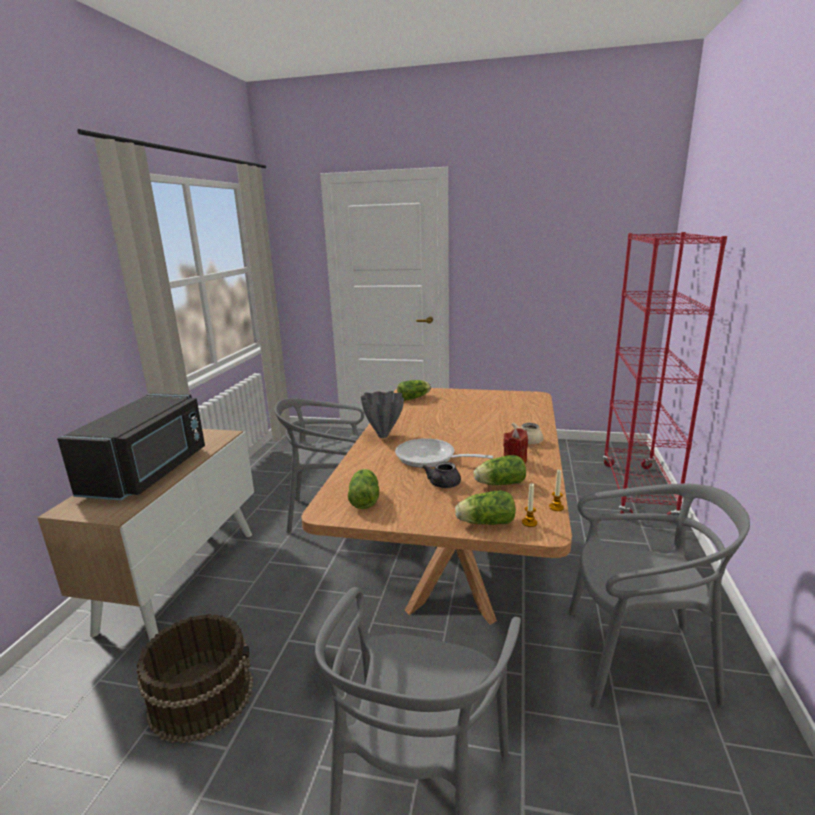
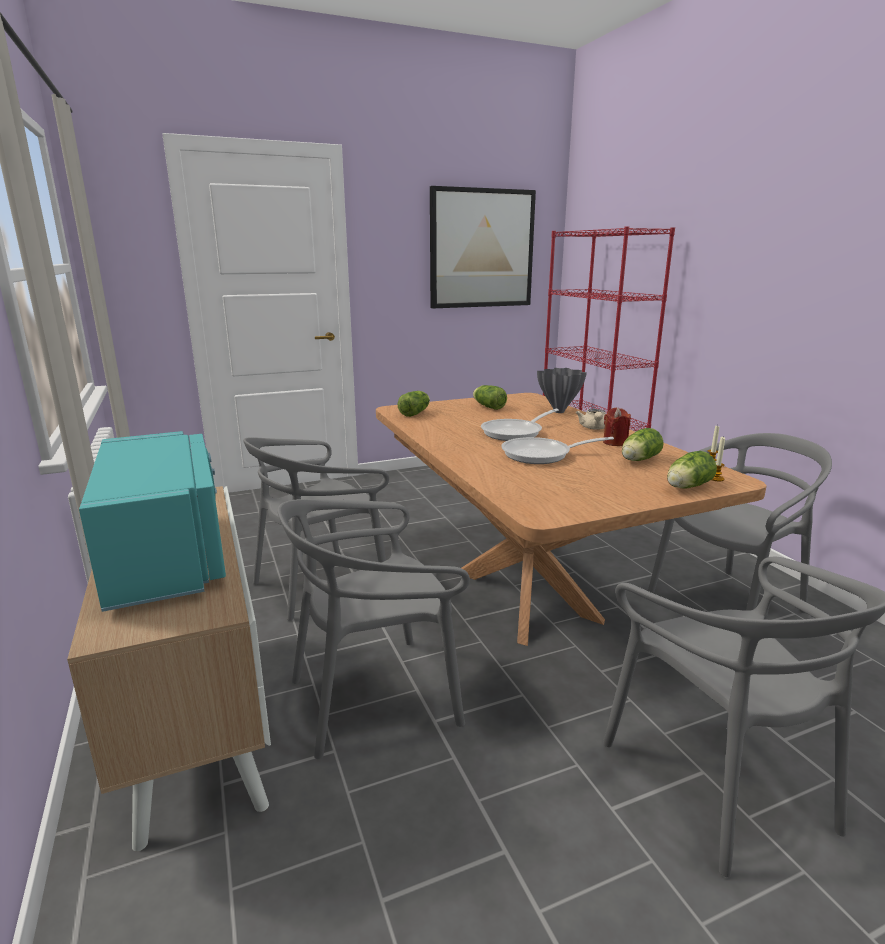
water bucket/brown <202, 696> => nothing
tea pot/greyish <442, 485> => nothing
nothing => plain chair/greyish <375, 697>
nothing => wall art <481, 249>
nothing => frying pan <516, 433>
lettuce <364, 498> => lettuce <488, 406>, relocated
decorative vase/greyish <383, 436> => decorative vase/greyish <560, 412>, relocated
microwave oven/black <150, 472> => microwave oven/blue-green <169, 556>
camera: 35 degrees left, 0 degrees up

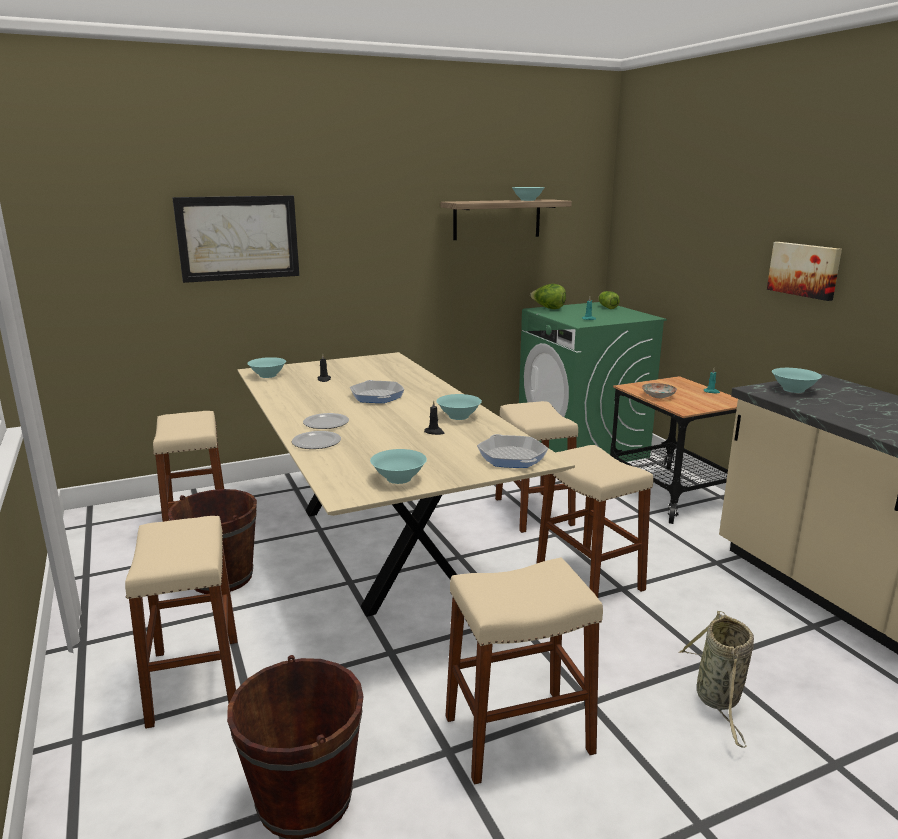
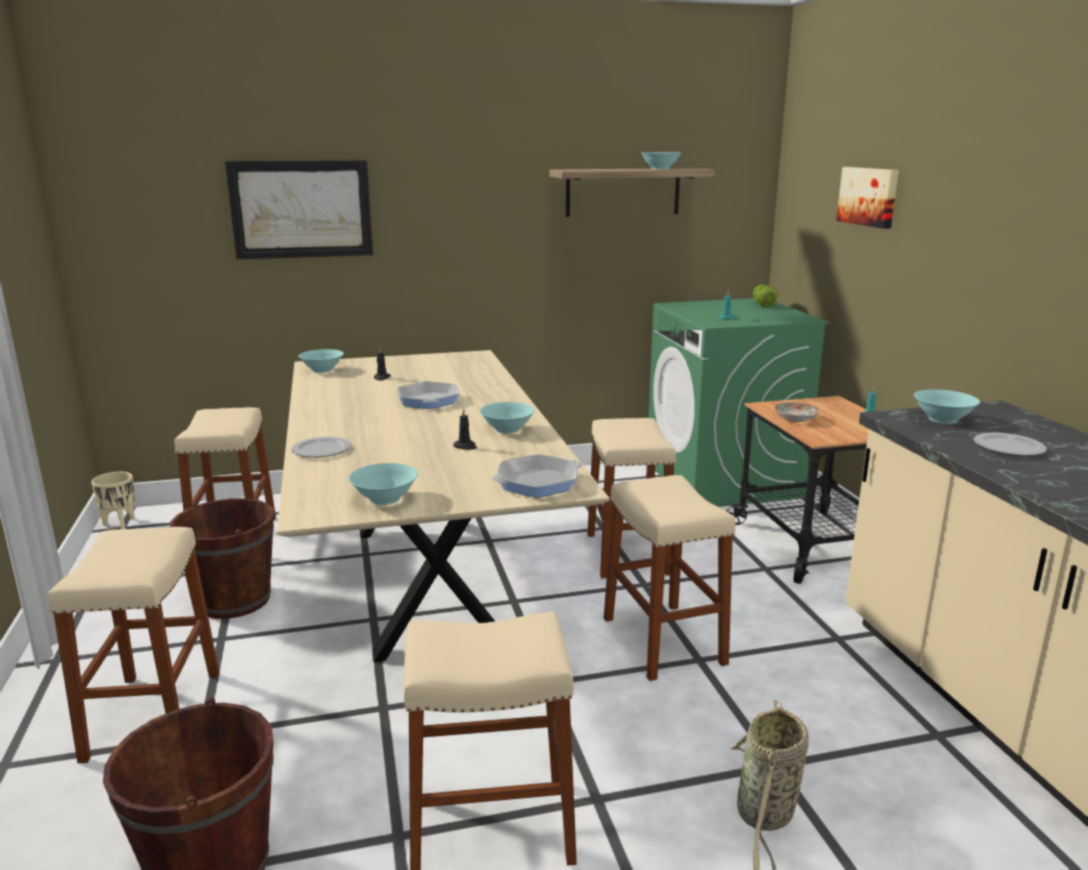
lettuce <548, 308> => nothing
nothing => flower pot/sand-coloured <121, 524>
plate <325, 423> => plate <1007, 447>, relocated
wall art <804, 270> => wall art <869, 196>, relocated
frying pan <512, 457> => frying pan <537, 482>, 75 degrees clockwise
camera: 10 degrees right, 0 degrees up

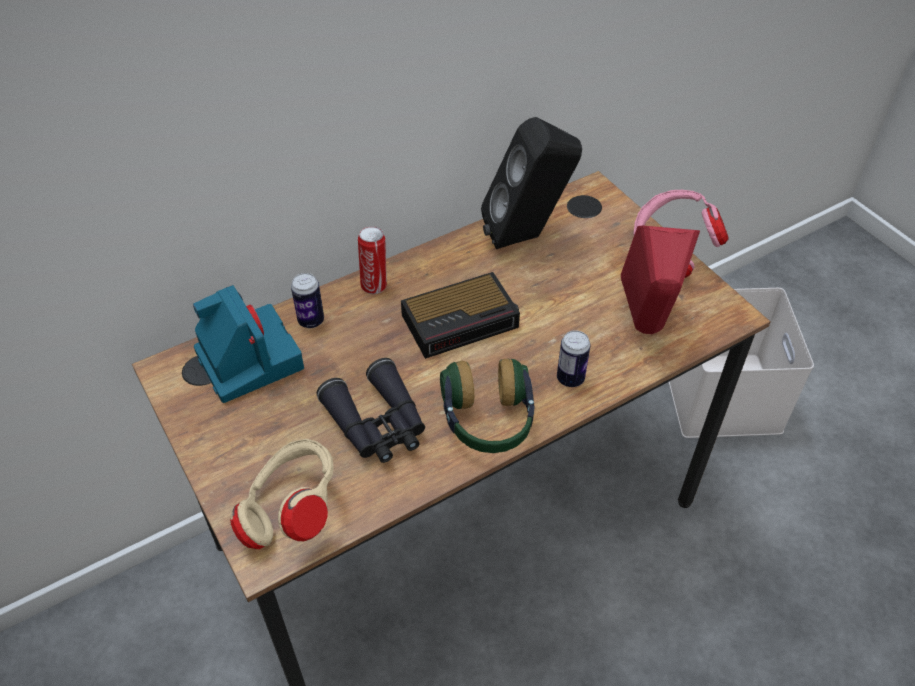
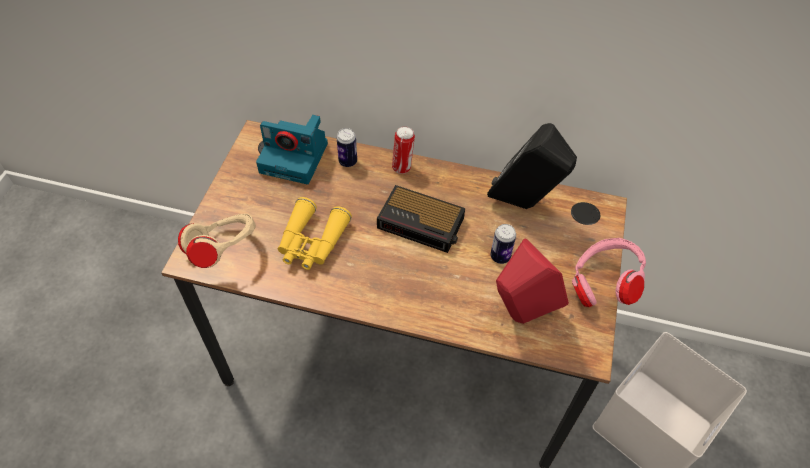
headphones <488, 421> => nothing
metal can <570, 379> => metal can <500, 257>, relocated
field glasses/black <378, 424> => field glasses/yellowish <311, 242>
still camera <247, 358> => still camera <295, 157>, 90 degrees clockwise
camera: 45 degrees right, 5 degrees up

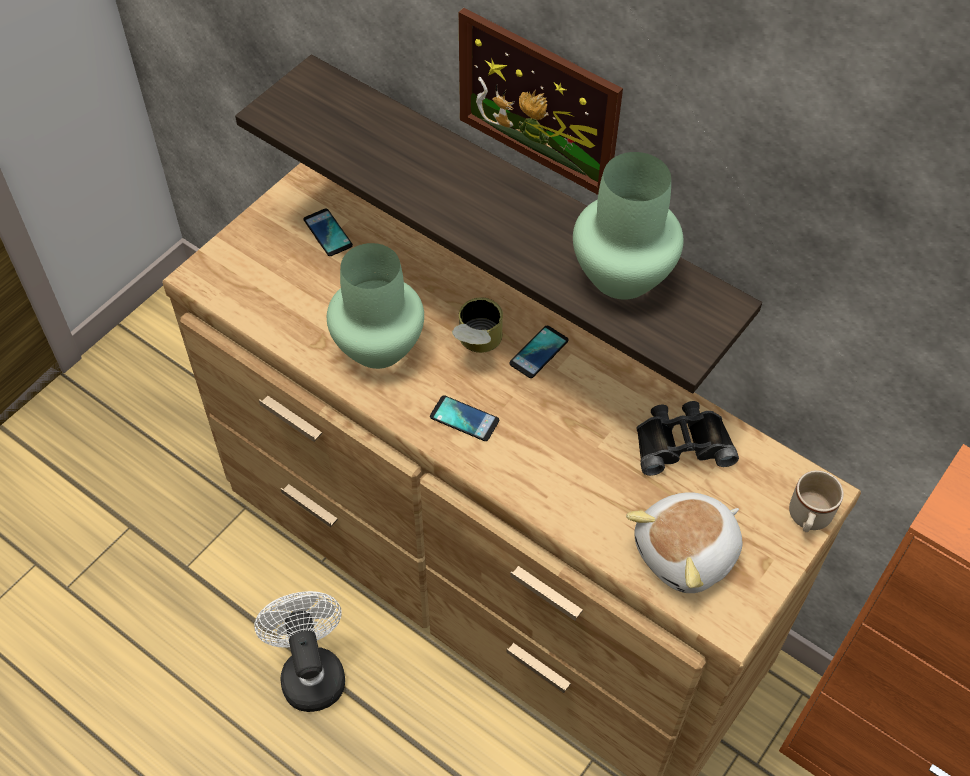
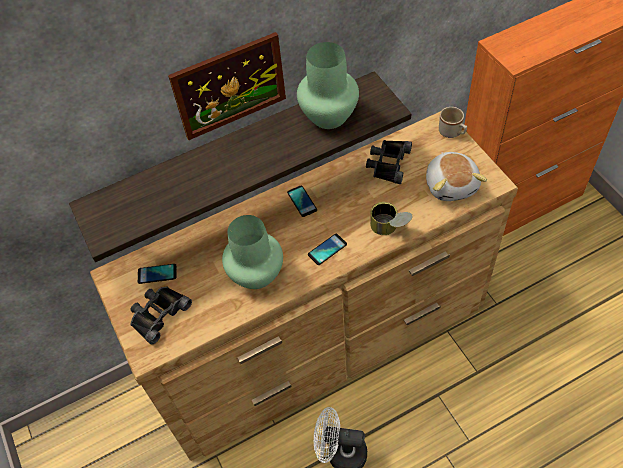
nothing => field glasses/black <158, 314>
metal can <476, 345> => metal can <390, 228>, relocated
camera: 60 degrees left, 0 degrees up

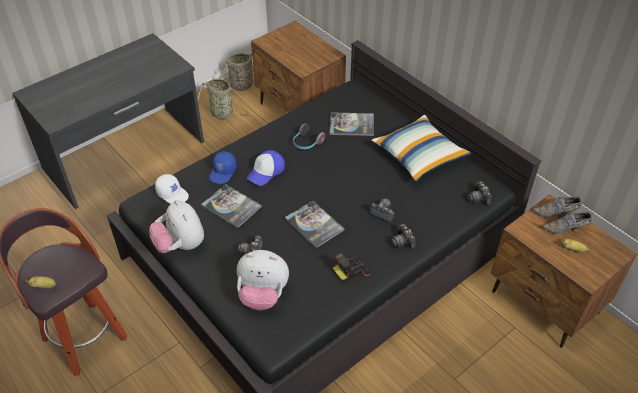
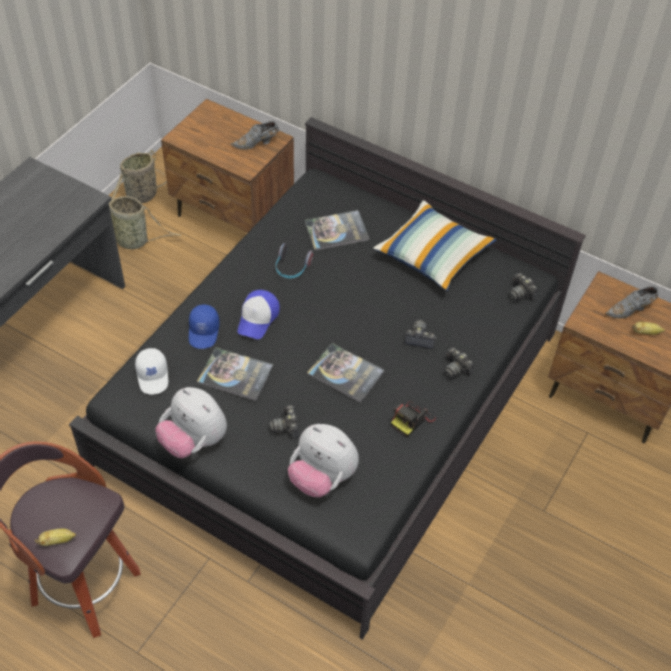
item of footwear/greyish <556, 213> => item of footwear/greyish <257, 144>, relocated
cap/whitish <173, 194> => cap/whitish <153, 376>, 60 degrees clockwise
cuddly toy <263, 295> => cuddly toy <322, 477>, 45 degrees clockwise
camera: 20 degrees left, 5 degrees up

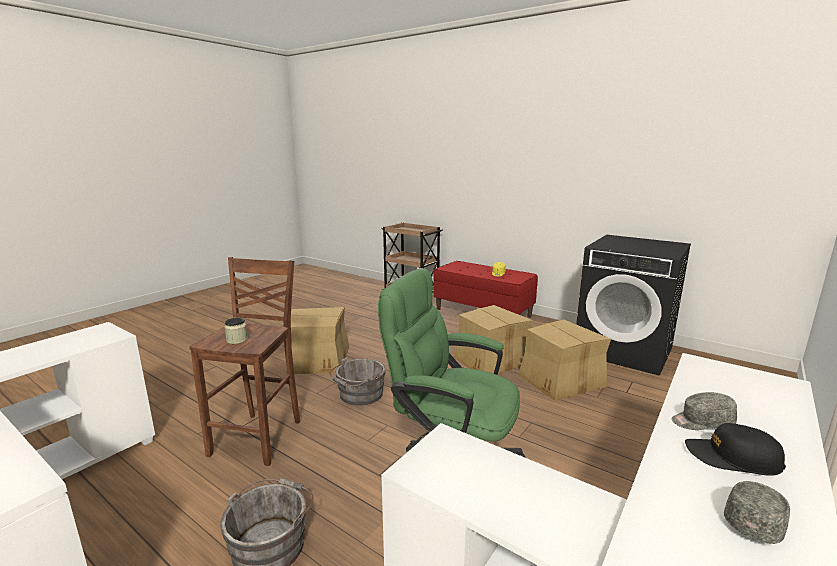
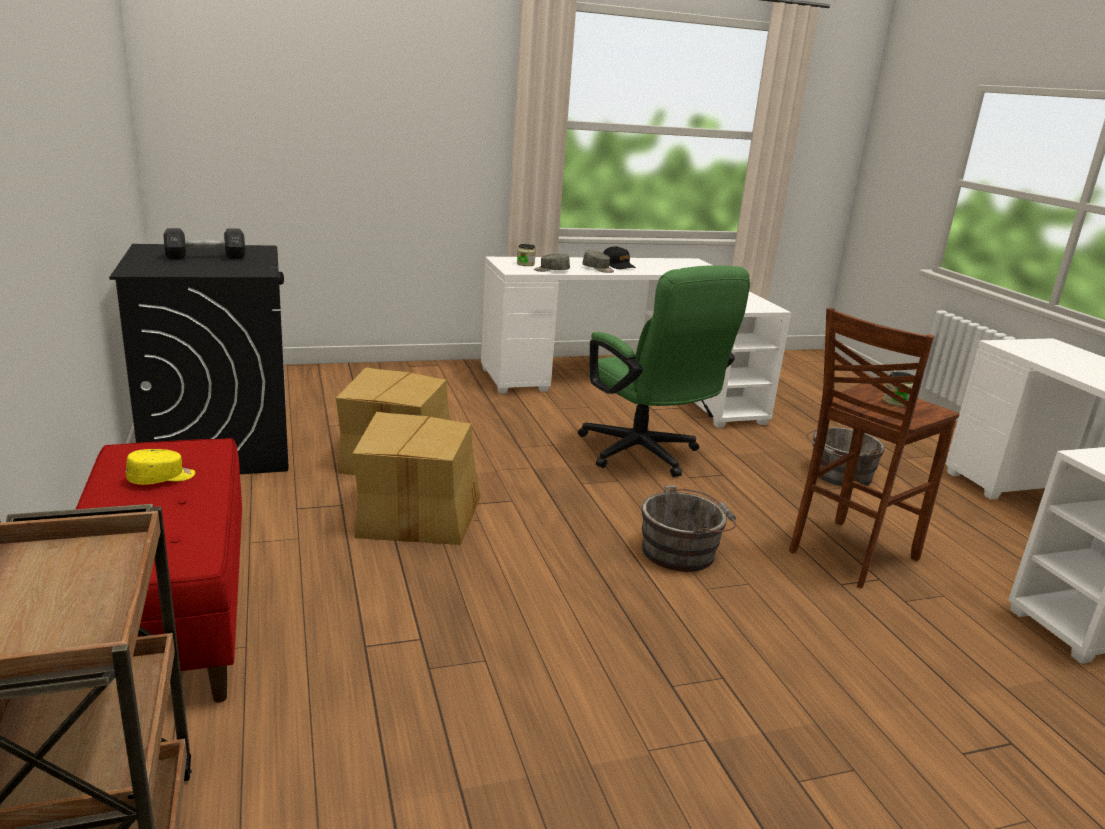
packing box <318, 359> => nothing
nothing => free weight/black <206, 257>
nothing => storage jar <525, 264>
cap/greyish <755, 521> => cap/greyish <551, 270>, relocated
camera: 145 degrees left, 5 degrees up

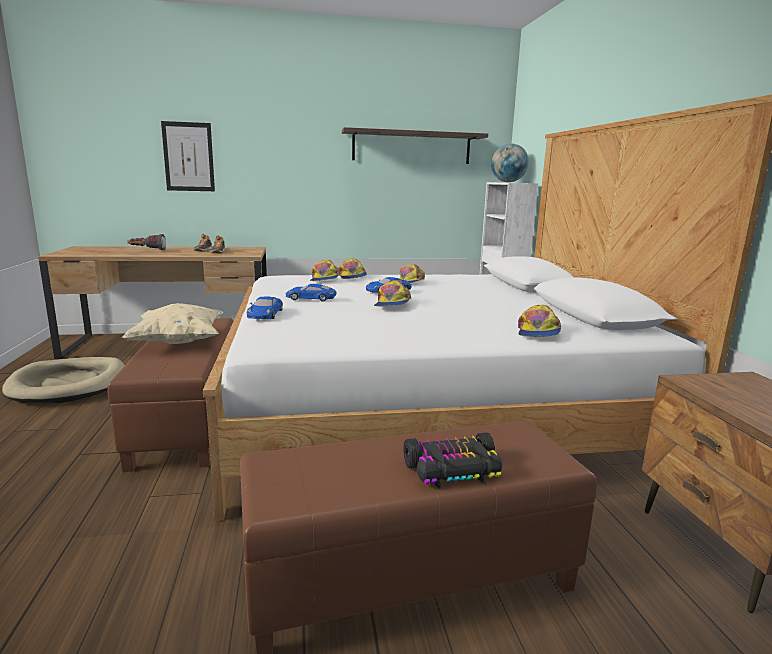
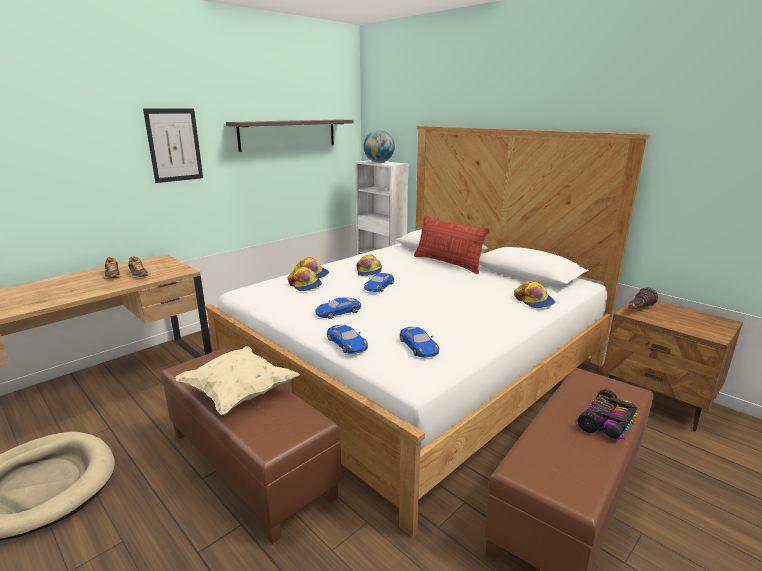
cap <392, 303> => nothing
nothing => toy car/bluish <418, 346>
nothing => cushion <448, 263>
flashlight <147, 250> => flashlight <638, 310>, relocated
wall art <188, 157> => wall art <174, 145>, relocated
camera: 35 degrees left, 5 degrees up

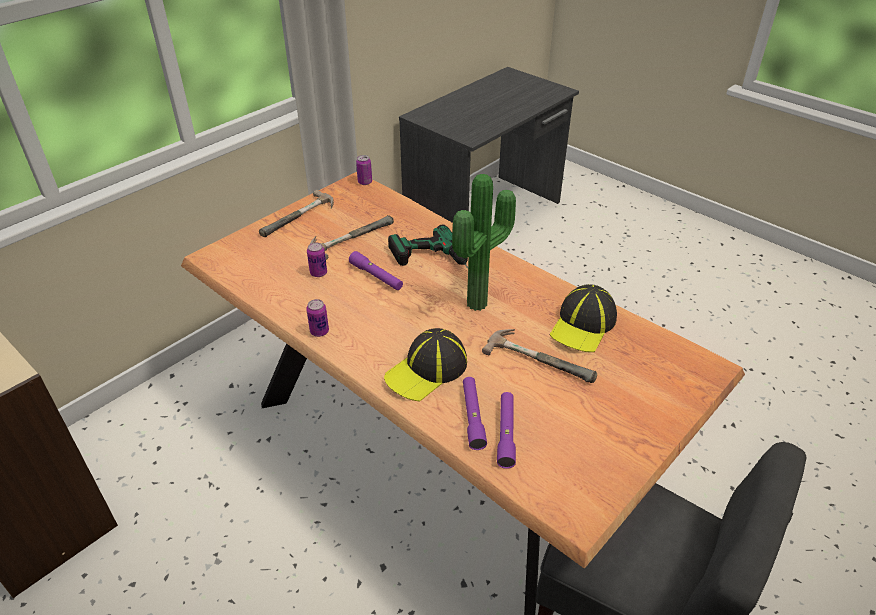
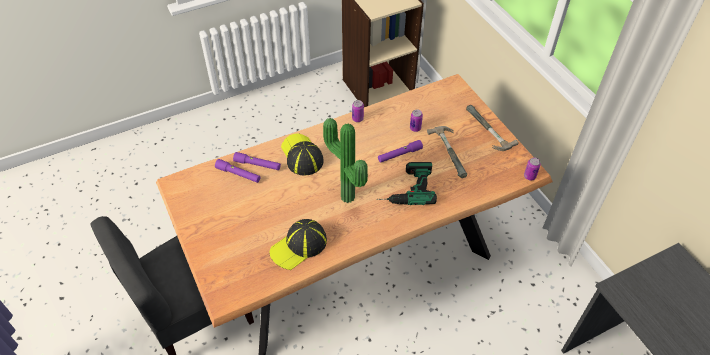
hammer <541, 357> => nothing
cap <583, 325> => cap <299, 246>, 90 degrees counterclockwise
camera: 110 degrees right, 10 degrees up

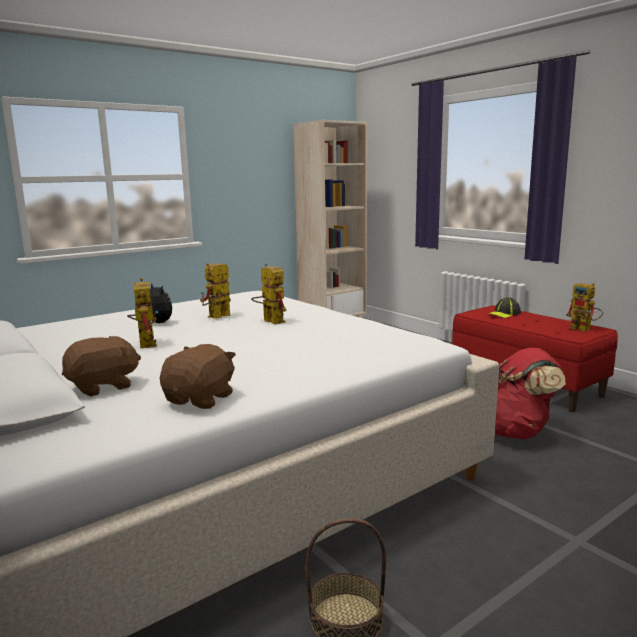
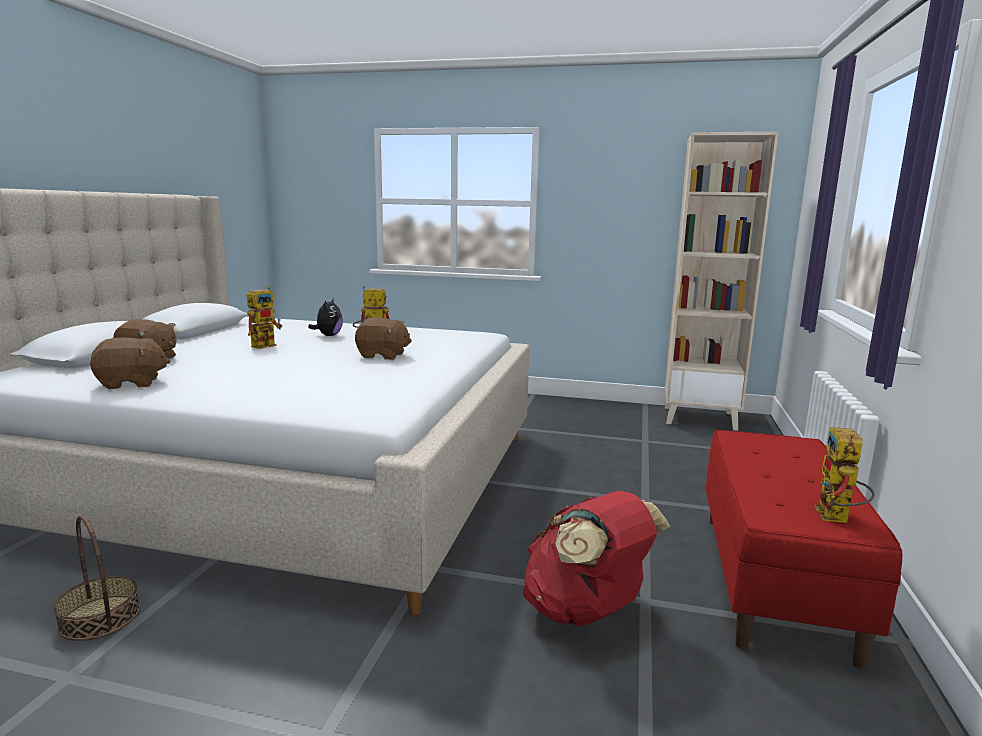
cap <504, 314> => nothing
model robot <269, 321> => cuddly toy/brown <382, 356>
camera: 50 degrees right, 0 degrees up

